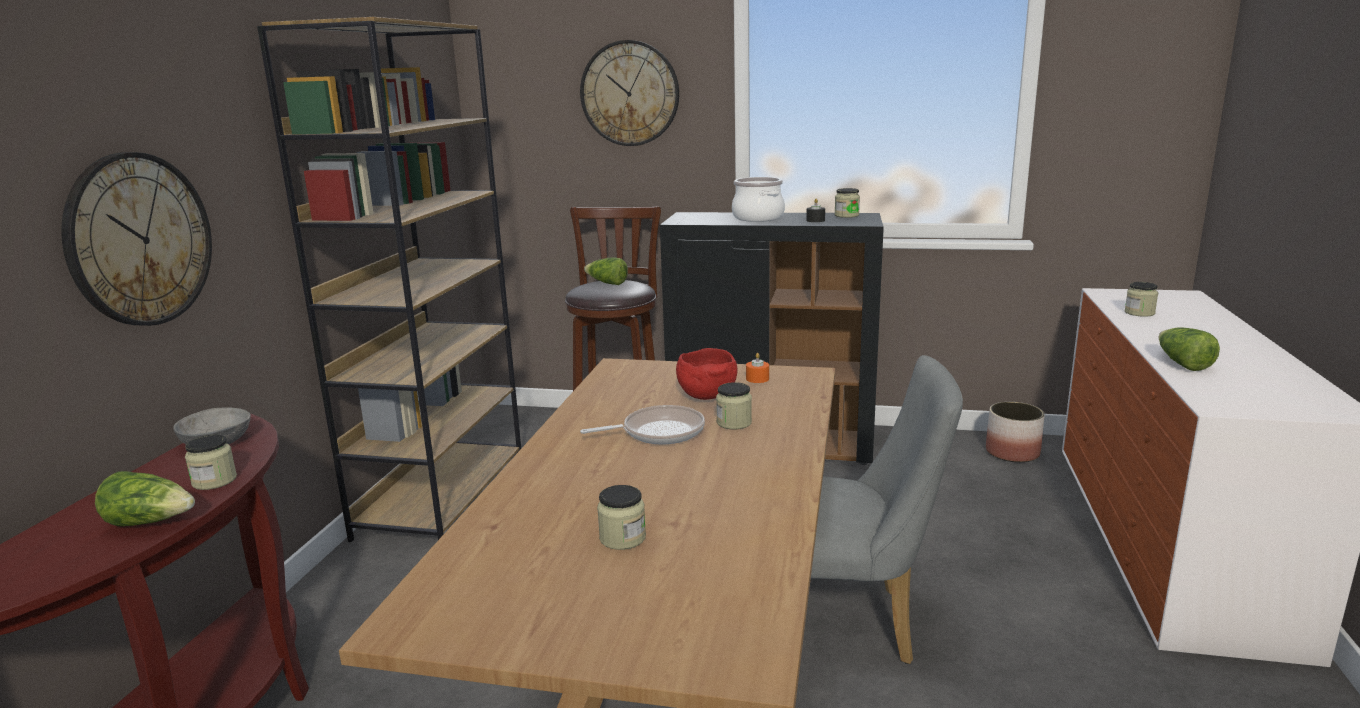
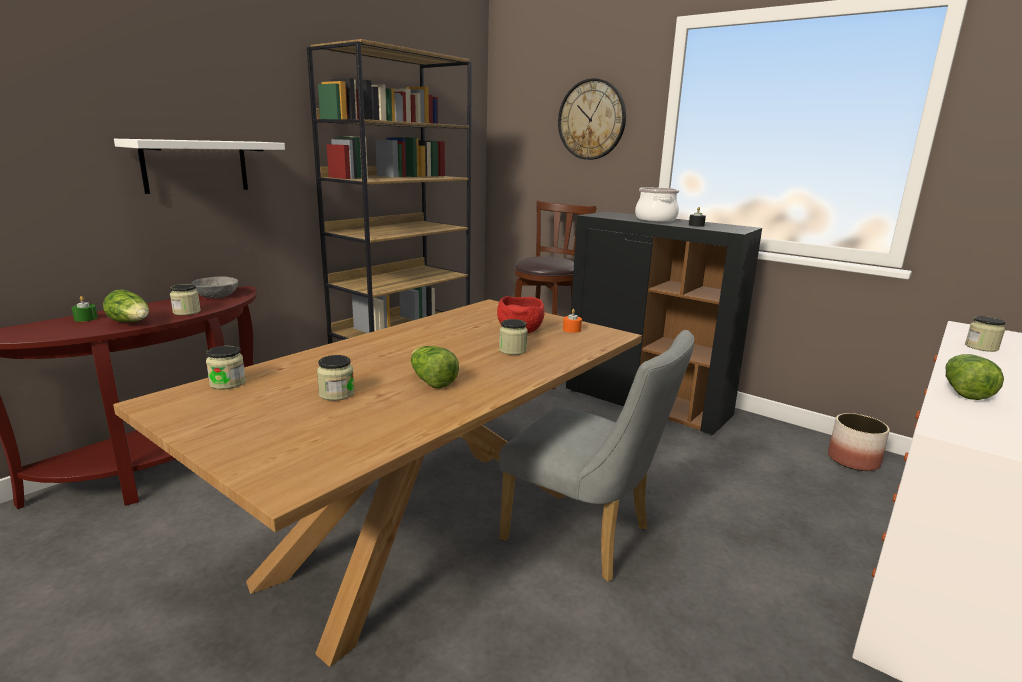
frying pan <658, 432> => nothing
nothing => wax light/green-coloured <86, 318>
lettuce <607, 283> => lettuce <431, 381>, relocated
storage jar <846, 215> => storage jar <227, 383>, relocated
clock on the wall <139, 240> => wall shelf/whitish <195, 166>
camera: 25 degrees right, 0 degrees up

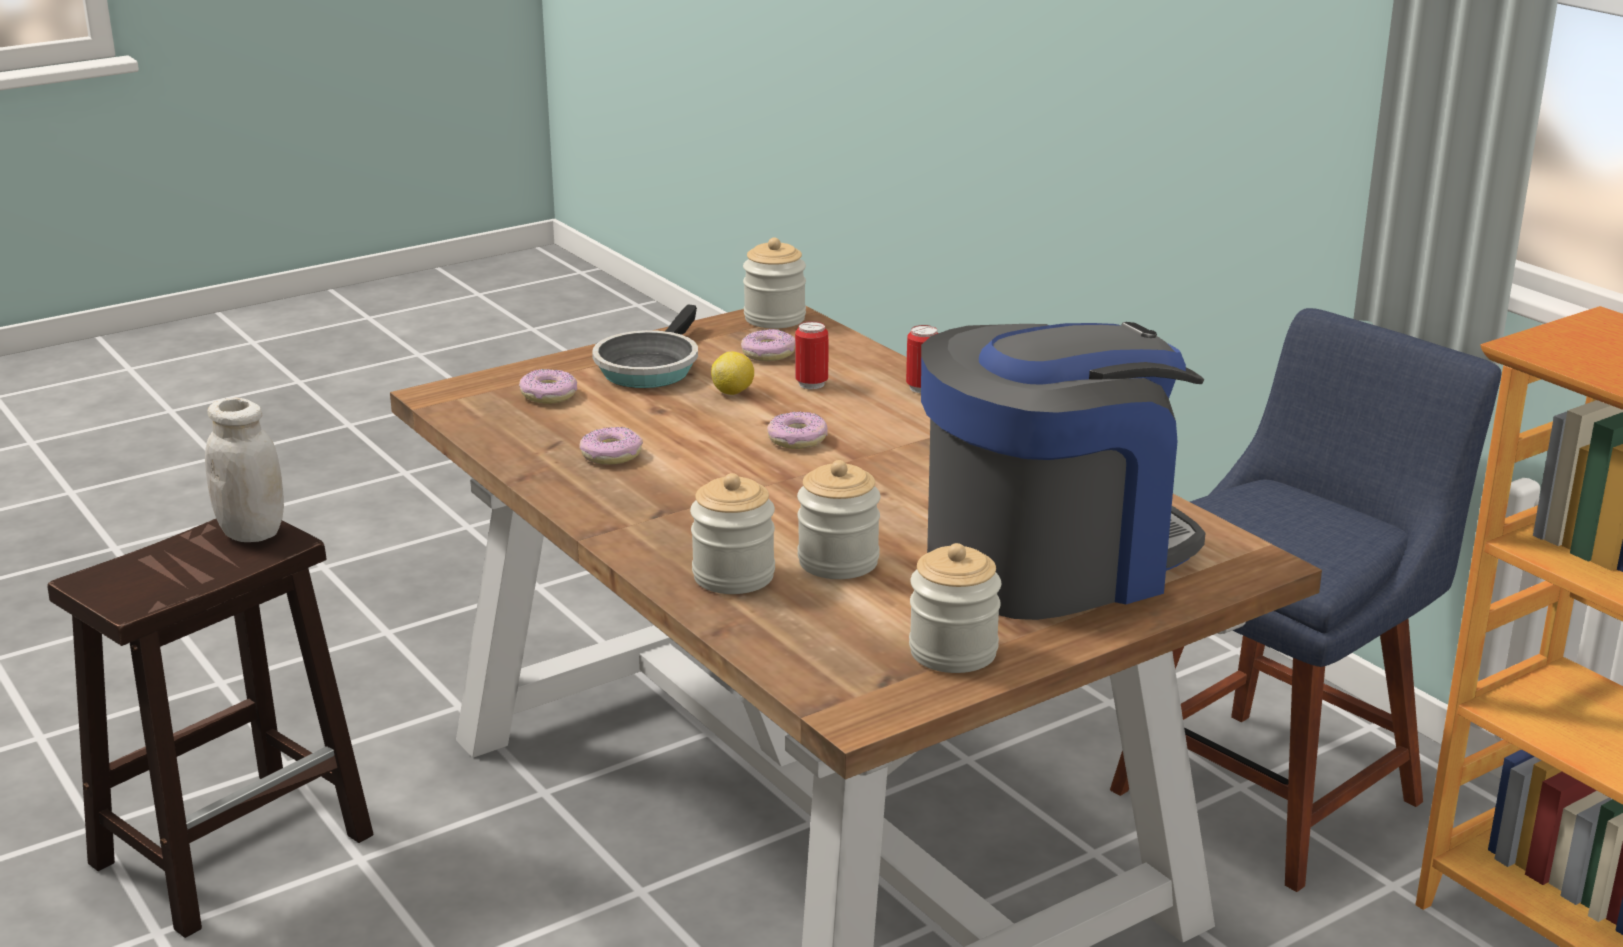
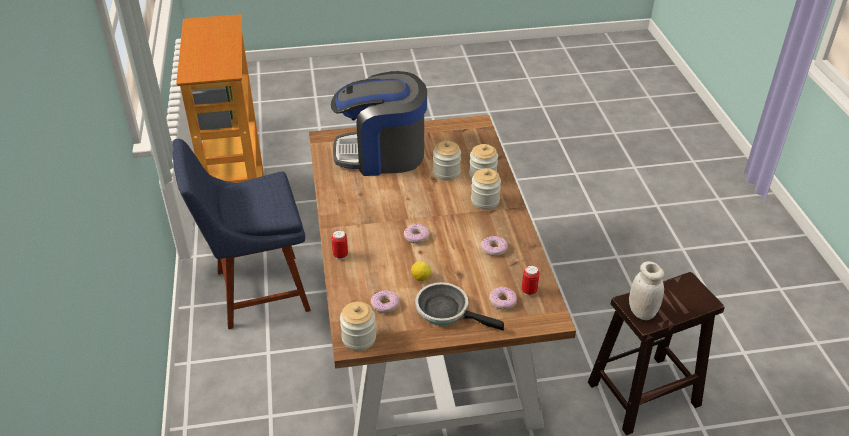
metal can <811, 384> => metal can <529, 291>, relocated
storage jar <953, 652> => storage jar <485, 201>, relocated
frying pan <649, 367> => frying pan <446, 311>, 105 degrees counterclockwise
camera: 155 degrees left, 15 degrees up

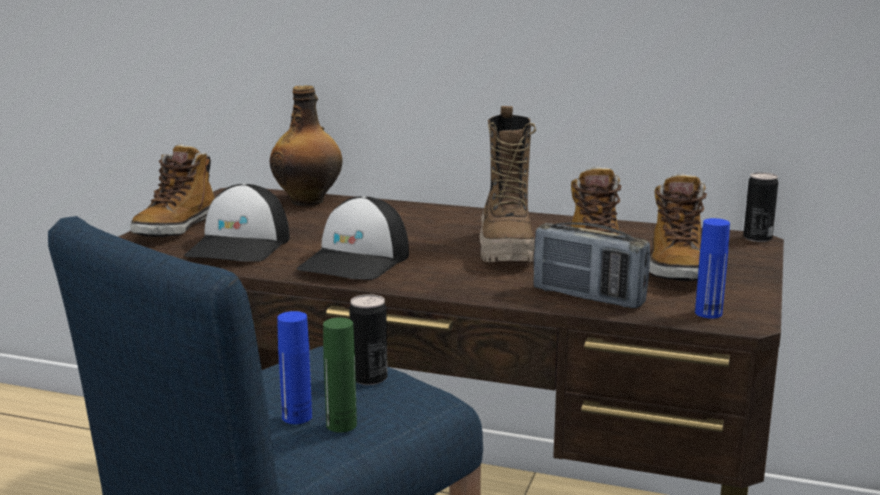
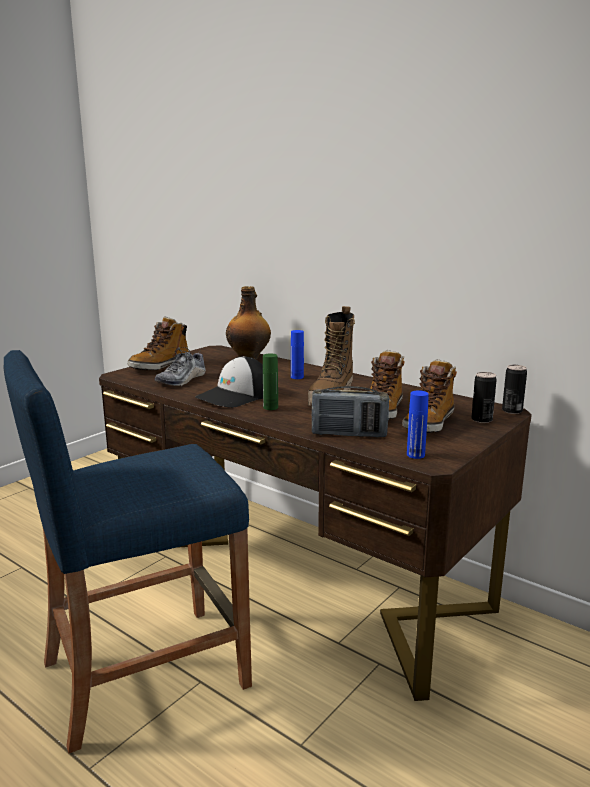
bottle/bluish <297, 417> => bottle/bluish <297, 377>, relocated
bottle/green-coloured <341, 425> => bottle/green-coloured <270, 407>, relocated
metal can <369, 378> => metal can <481, 420>, relocated
cap <240, 246> => item of footwear <182, 380>
radio set <588, 297> => radio set <349, 434>, 45 degrees counterclockwise
camera: 20 degrees right, 0 degrees up

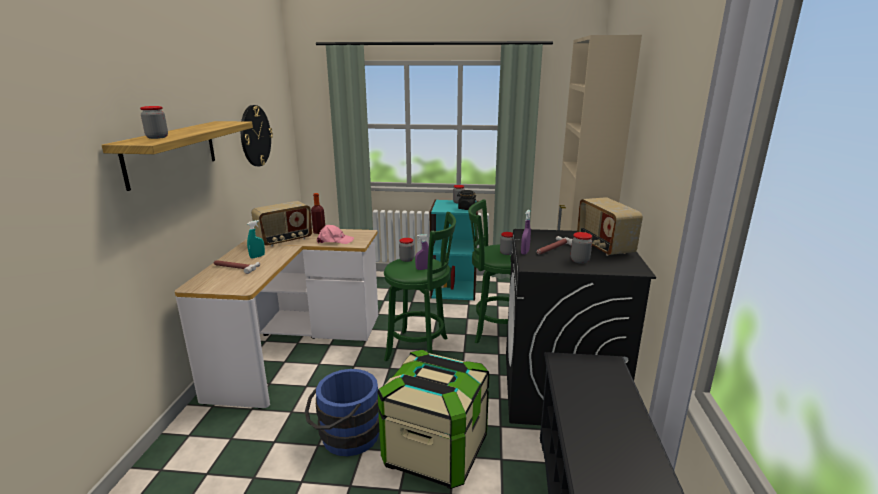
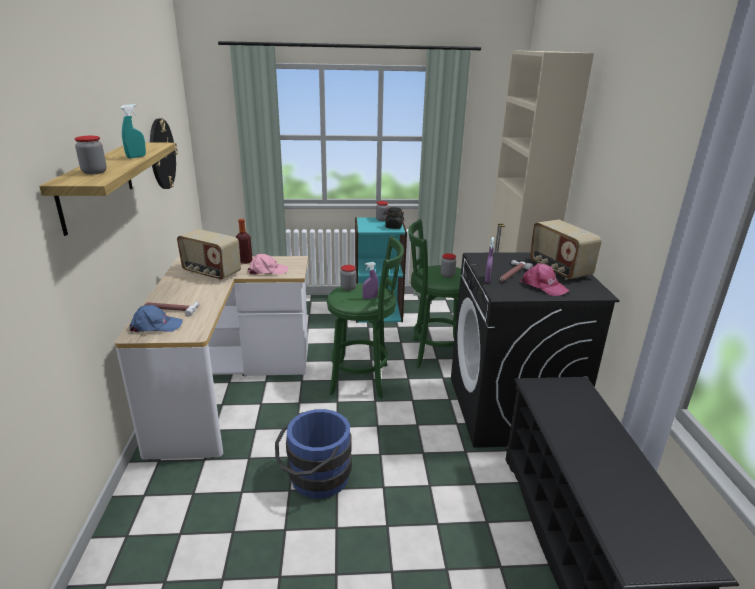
storage container <435, 451> => nothing
nothing => cap/bluish <155, 326>
hand sprayer/blue-green <257, 256> => hand sprayer/blue-green <136, 157>, relocated
storage jar <580, 260> => cap/pink <543, 286>
radio set <285, 240> => radio set <211, 273>, 75 degrees clockwise
camera: 10 degrees left, 5 degrees up

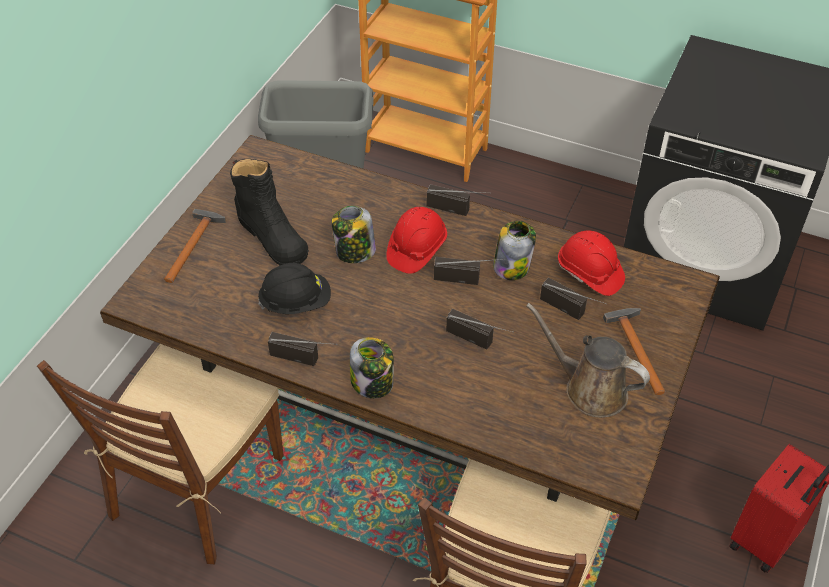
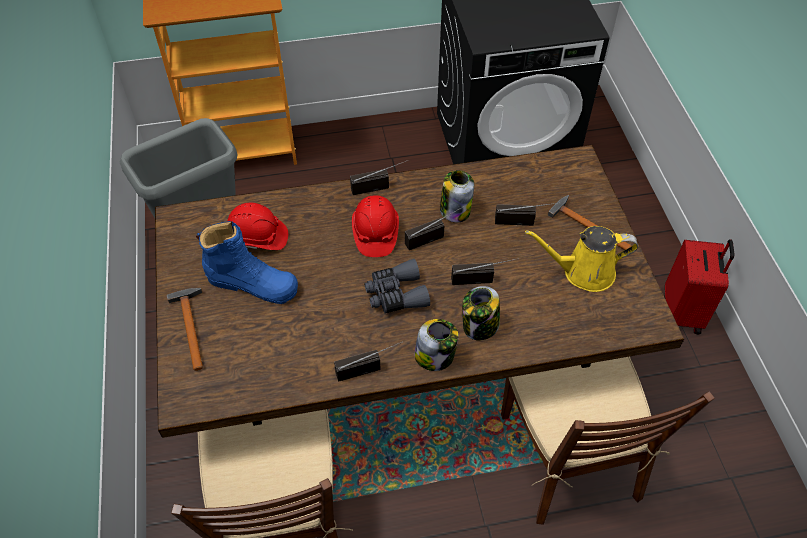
hard hat/black <296, 302> => nothing
nothing => field glasses/greyish <396, 294>
storage jar <354, 252> => storage jar <480, 326>, relocated
hard hat/red <589, 273> => hard hat/red <257, 237>, relocated
tall boot/black <272, 237> => tall boot/bluish <252, 283>
watering can/brown <590, 389> => watering can/yellowish <583, 272>
camera: 35 degrees left, 5 degrees up

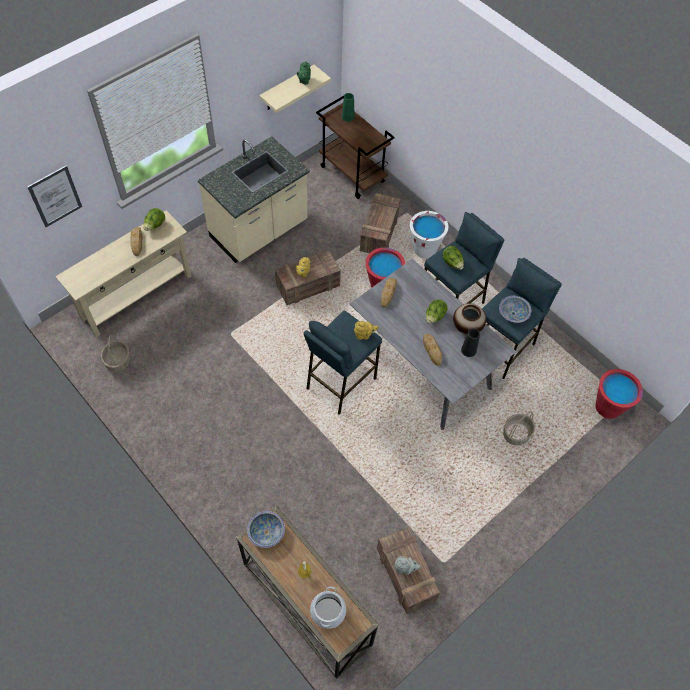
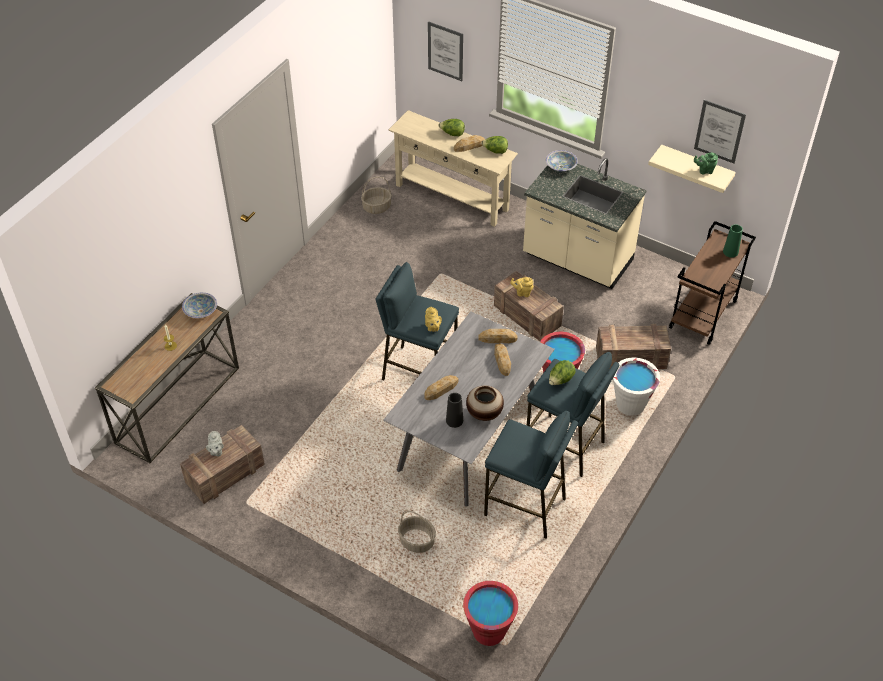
stockpot <328, 611> => nothing
nothing => baked bread <502, 360>
nothing => wall art <719, 131>
lettuce <434, 317> => lettuce <452, 134>, relocated
serving bowl <513, 313> => serving bowl <561, 167>, relocated
camera: 75 degrees right, 10 degrees down

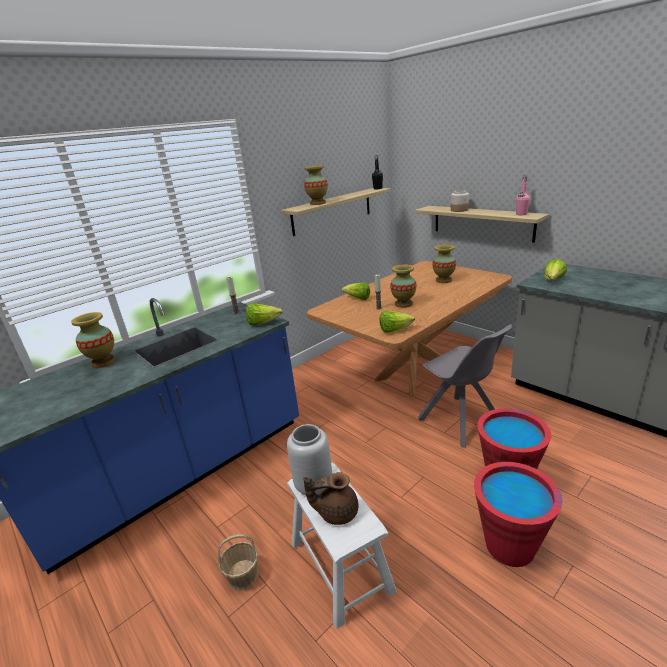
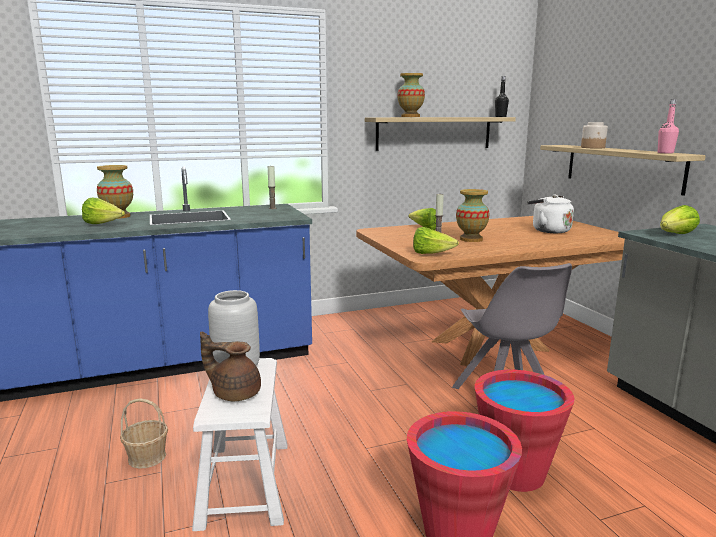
lettuce <263, 323> => lettuce <103, 224>, relocated
decorative vase <443, 280> => kettle/whitish <548, 230>
camera: 20 degrees right, 10 degrees down

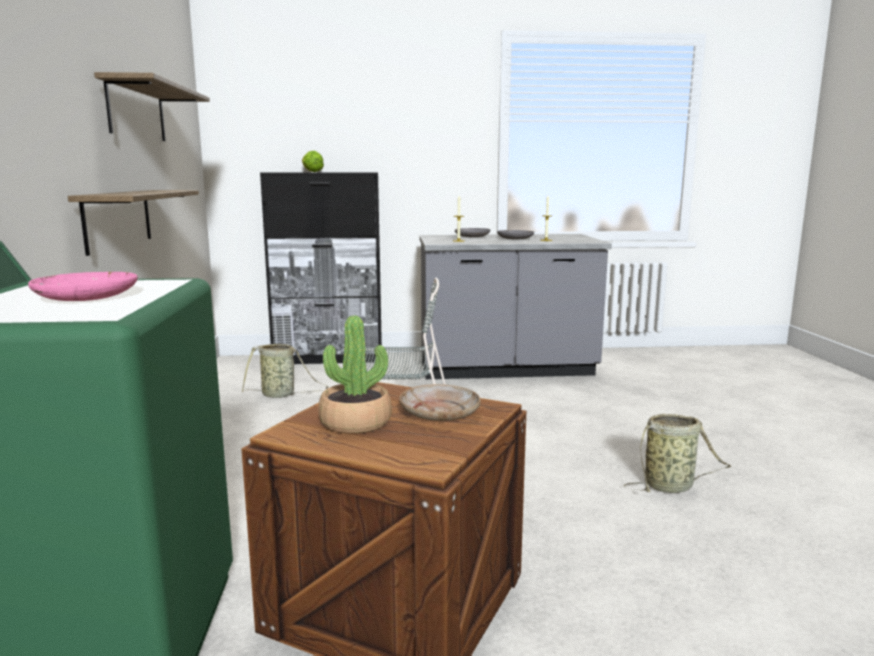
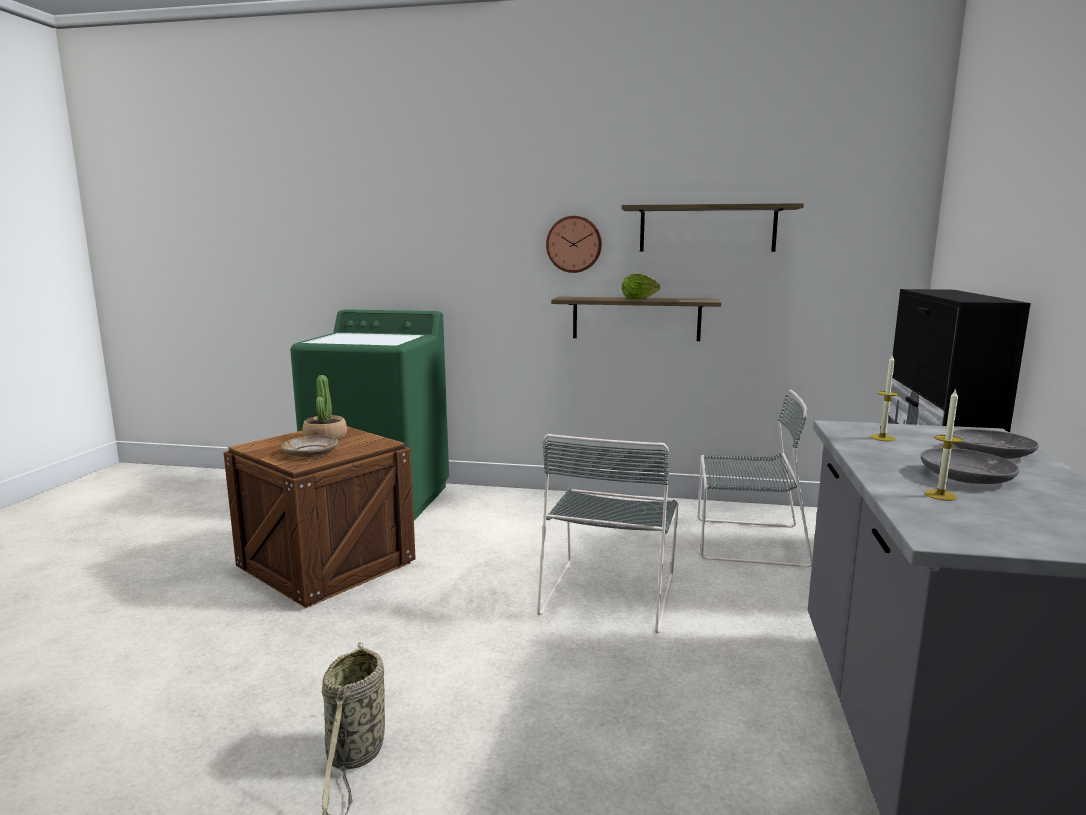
plate/pink <86, 297> => nothing
nothing => clock on the wall <574, 244>
lettuce <311, 172> => lettuce <641, 299>, relocated
storage basket <281, 395> => plain chair/greyish <745, 541>
camera: 105 degrees right, 0 degrees up

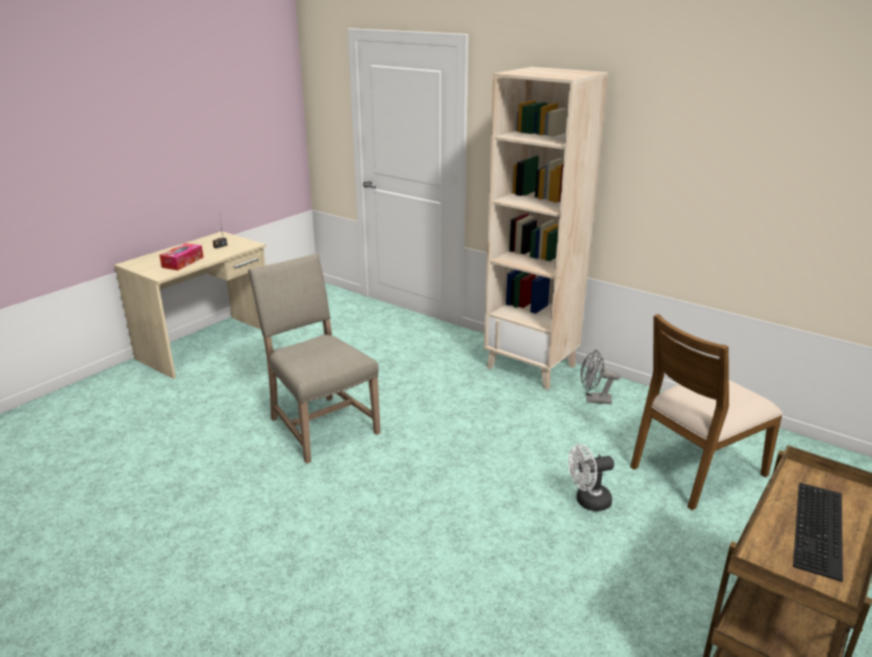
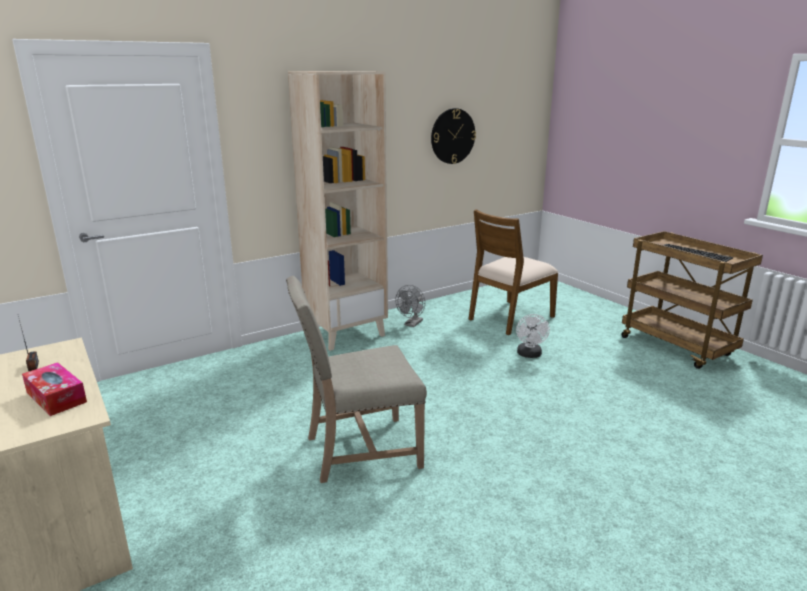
nothing => clock on the wall <452, 136>
plain chair/brown <695, 470> => plain chair/brown <509, 317>, 60 degrees clockwise
camera: 70 degrees left, 5 degrees down

